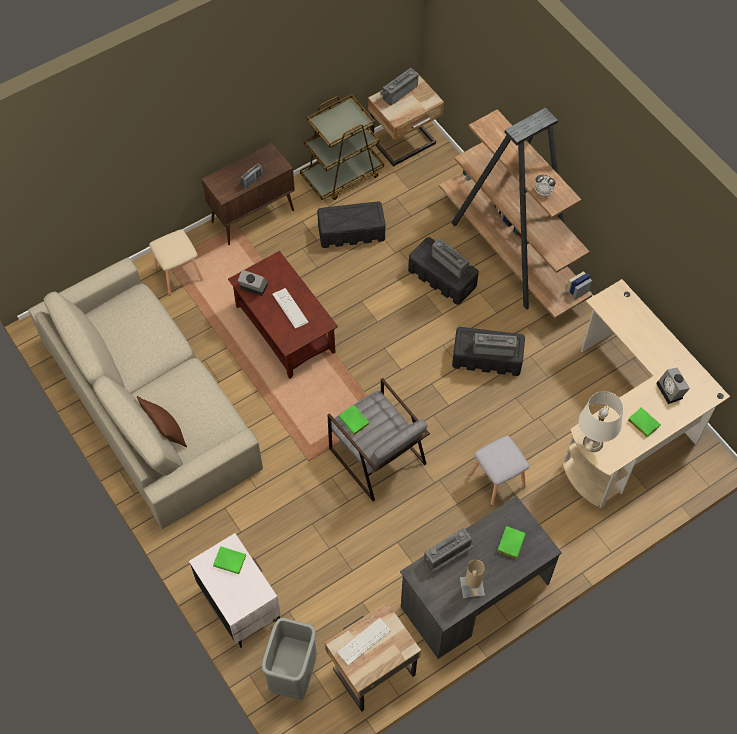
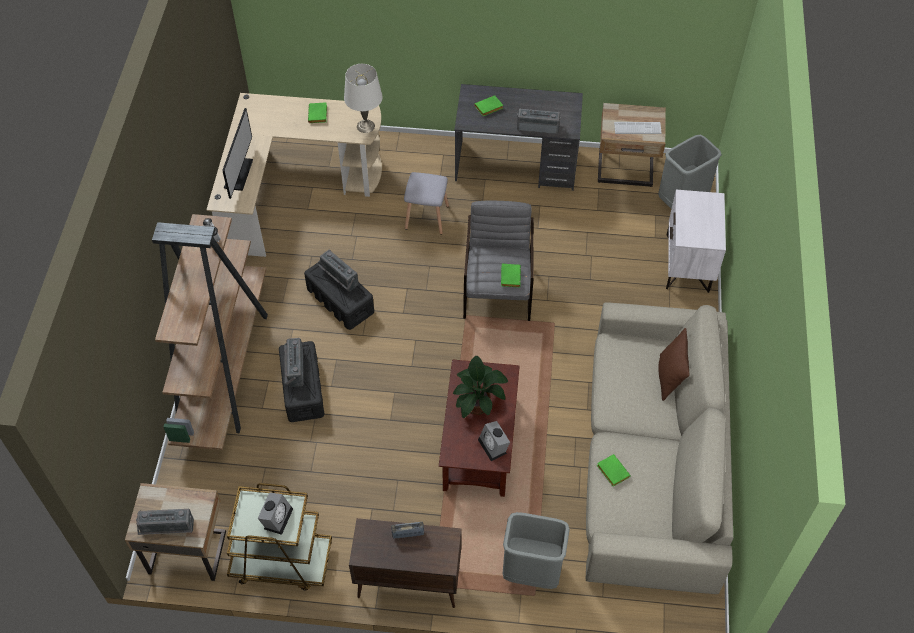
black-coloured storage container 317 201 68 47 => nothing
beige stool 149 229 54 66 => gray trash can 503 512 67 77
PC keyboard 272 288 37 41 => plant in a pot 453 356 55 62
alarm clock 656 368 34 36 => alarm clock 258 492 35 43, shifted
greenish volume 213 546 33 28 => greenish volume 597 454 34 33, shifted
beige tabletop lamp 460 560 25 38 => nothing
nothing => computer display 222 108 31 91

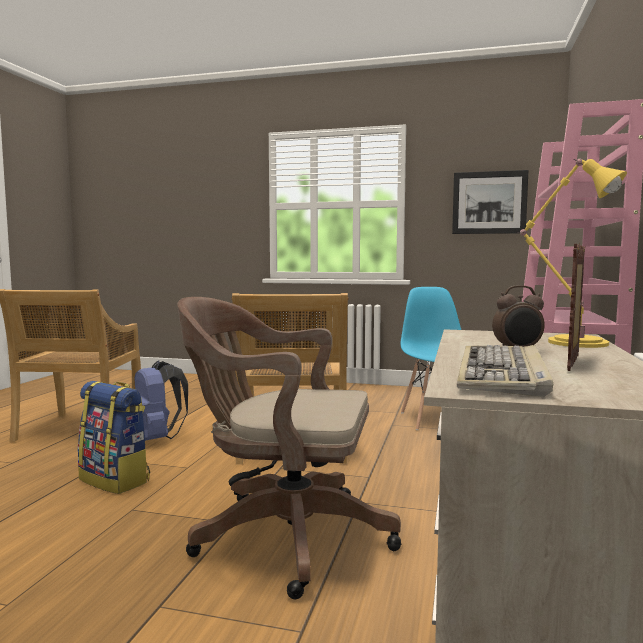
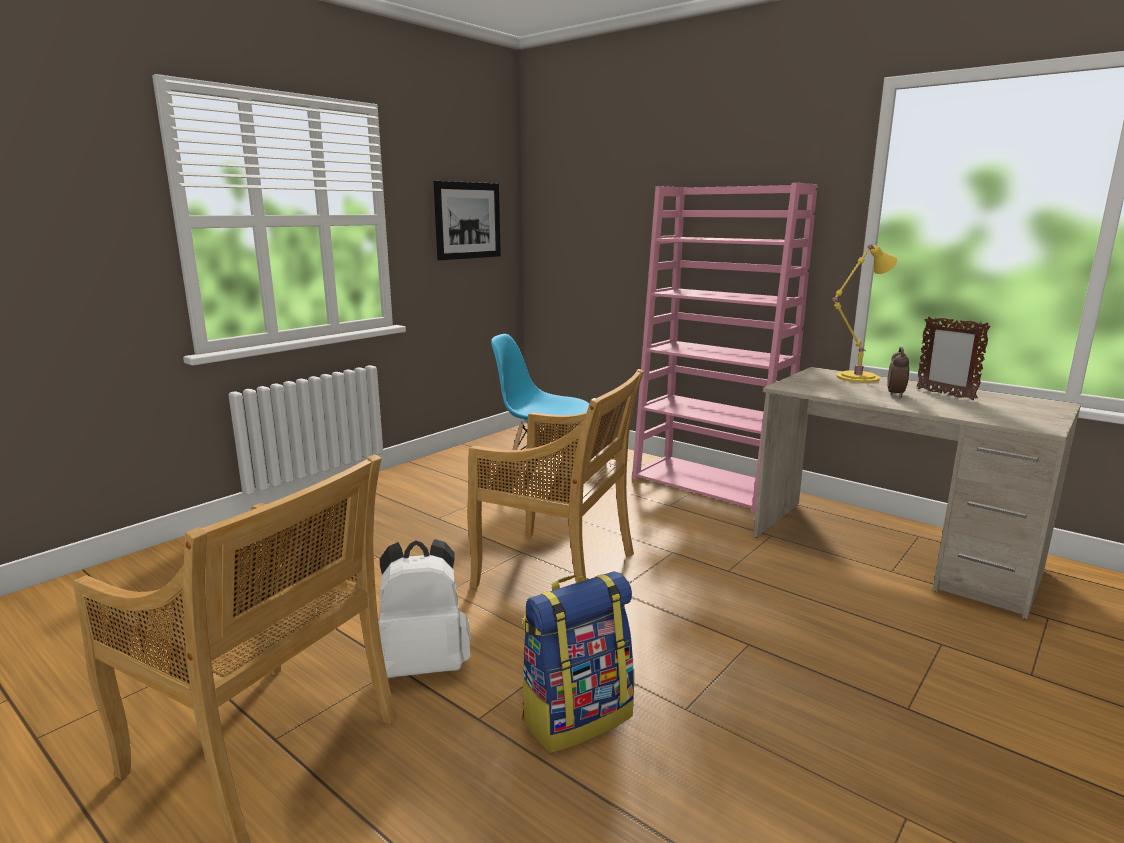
brownish computer chair 177 297 224 302 => nothing
PC keyboard 457 345 96 52 => nothing
bluish rucksack 134 360 54 81 => white rucksack 378 539 93 139

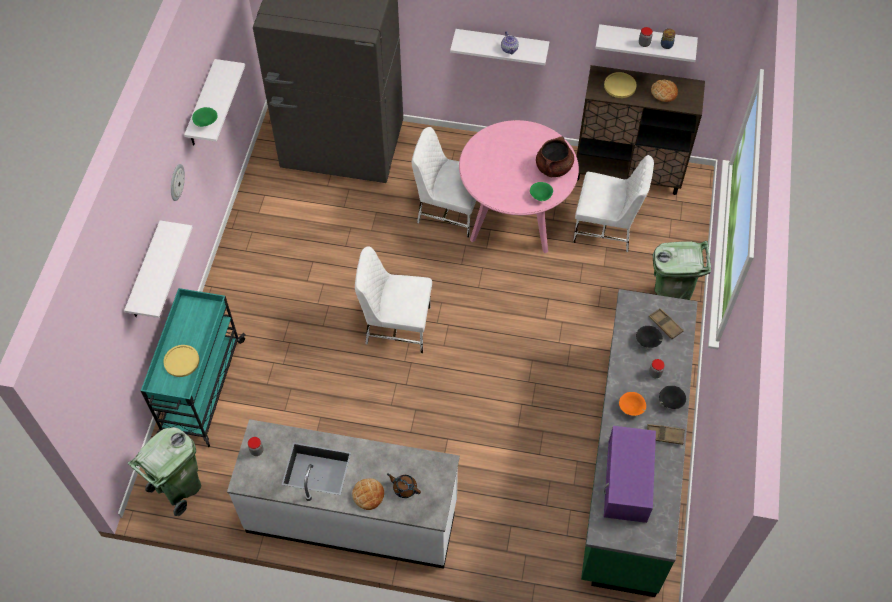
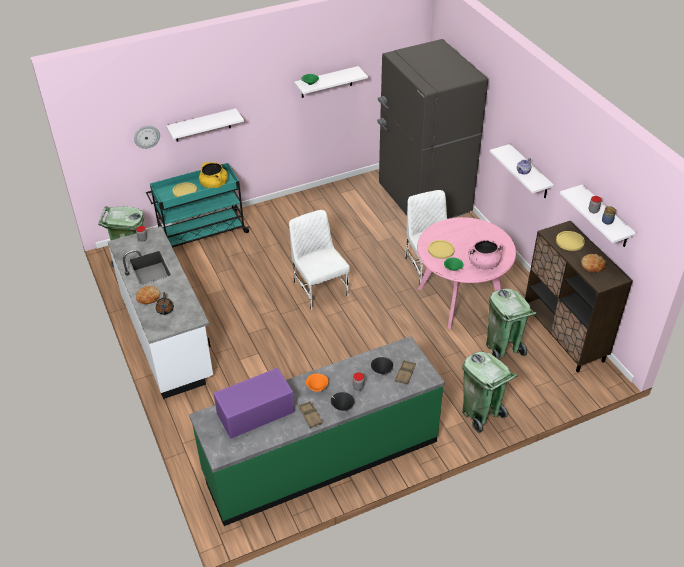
brownish cooking pot 536 137 38 40 => pinkish cooking pot 468 240 35 30
white plain chair 573 155 81 97 => greenish trash can 486 288 51 72
clock on the wall 171 164 14 37 => clock on the wall 134 126 26 23, shifted
nothing => yellow-coloured cooking pot 199 162 29 26
nothing => yellow-coloured dinner plate 428 240 27 19

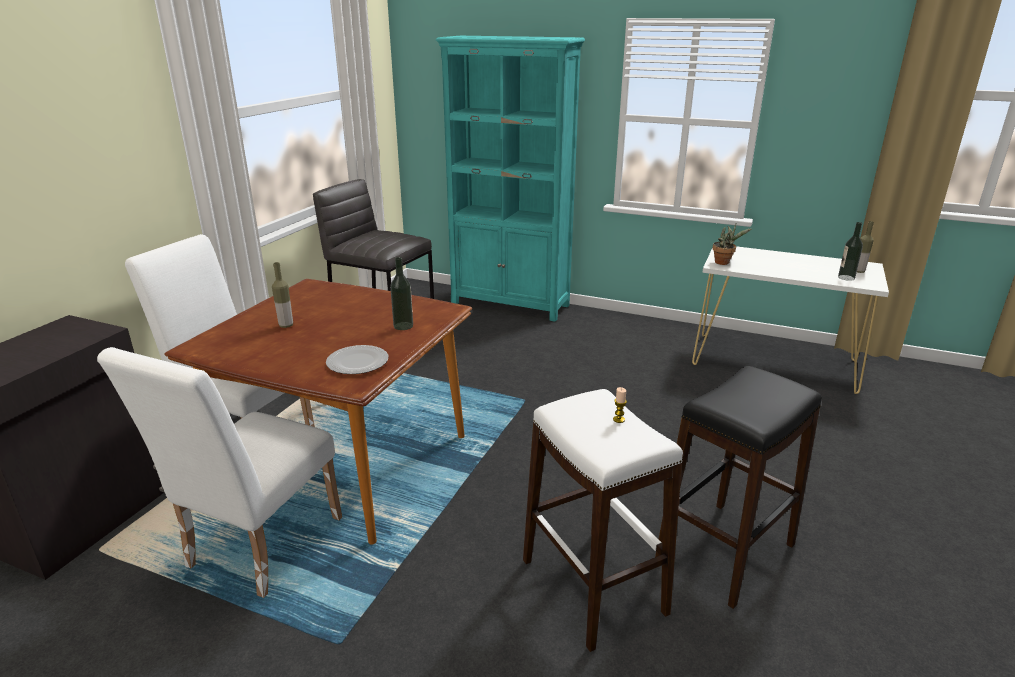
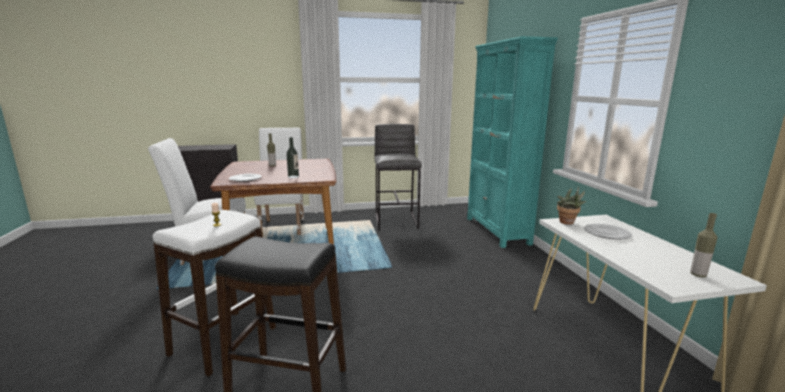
bottle 838 222 25 59 => nothing
nothing => dinner plate 584 224 48 15

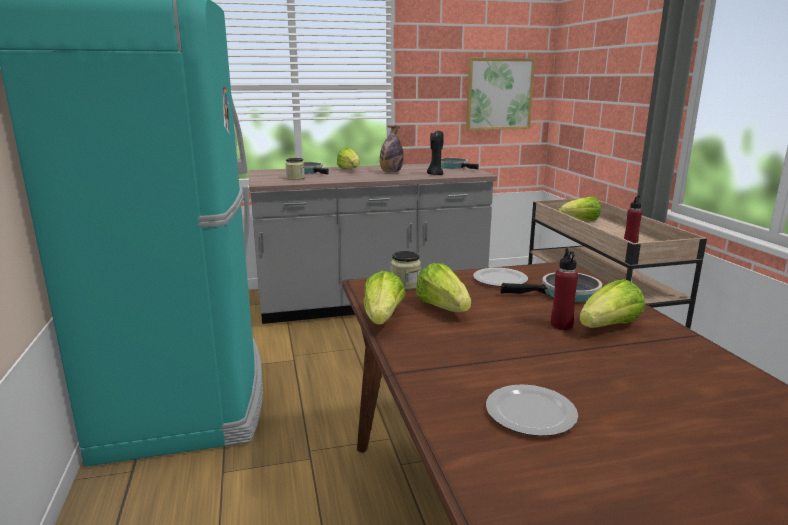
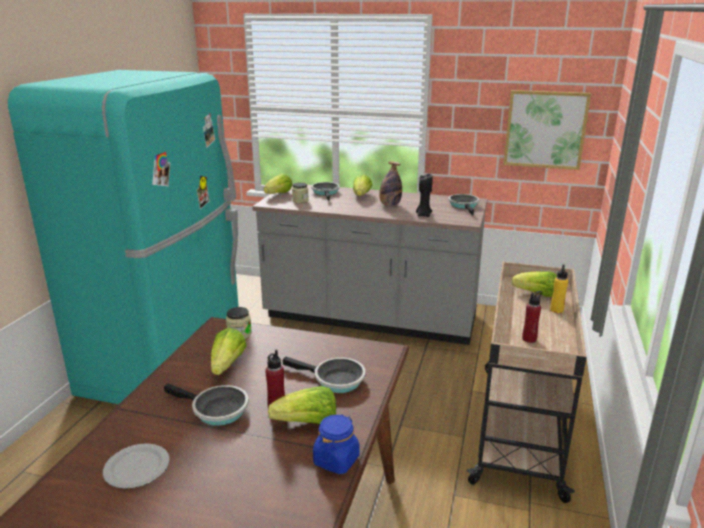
dinner plate 473 268 55 19 => nothing
lettuce 363 271 43 53 => lettuce 264 173 29 21, shifted
nothing => yellow-coloured bottle 550 264 18 49
nothing => skillet 164 383 85 43
nothing => bluish jar 313 414 47 60

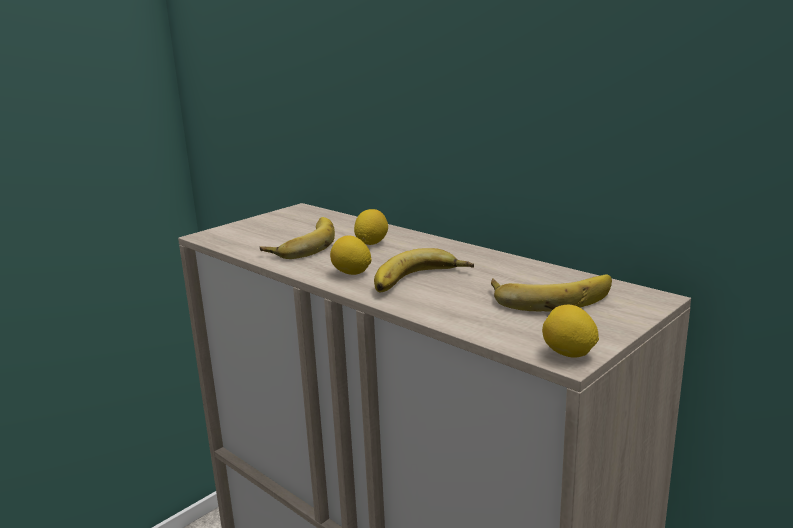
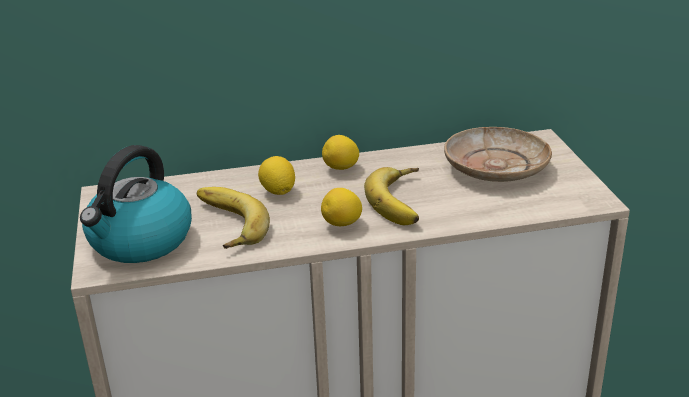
banana fruit 491 274 121 38 => beige dinner plate 444 127 108 55
lemon 542 304 57 53 => lemon 322 135 37 35, shifted
nothing => tea kettle 80 145 112 118

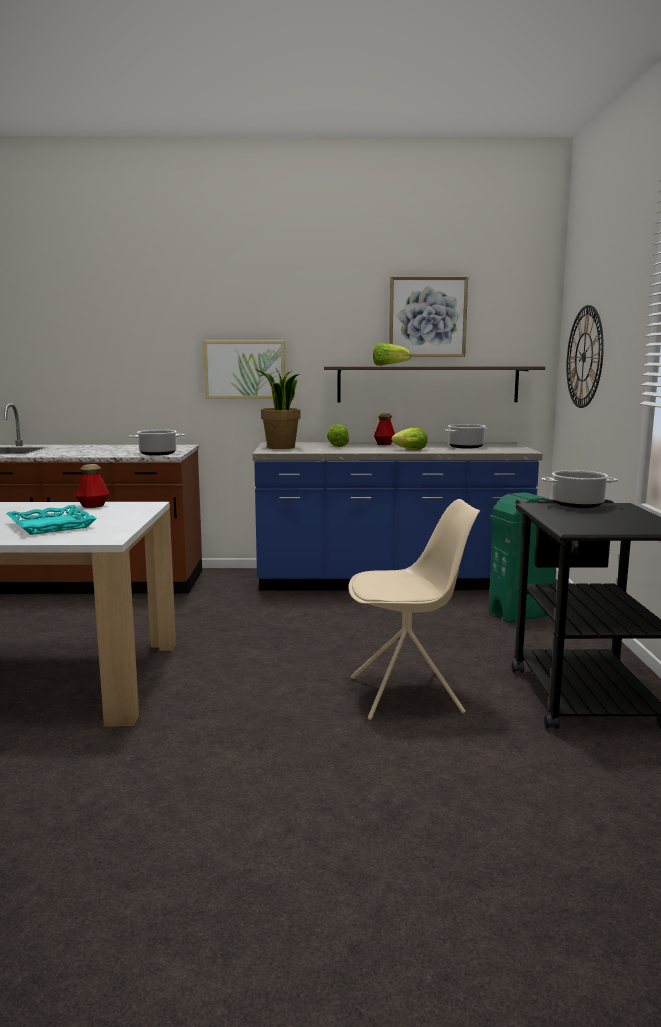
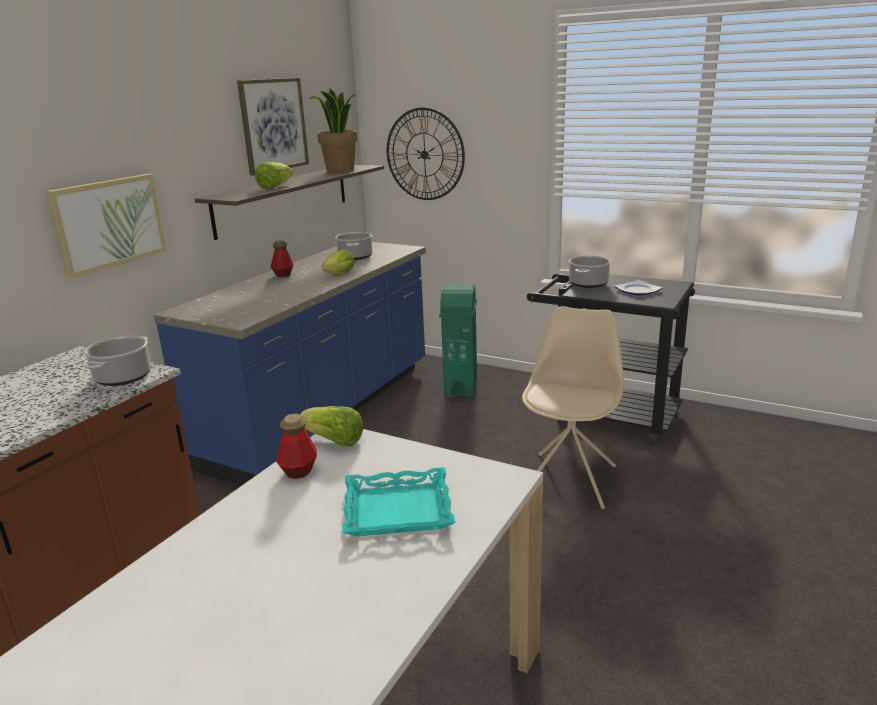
plant in a pot 255 367 45 82 => plant in a pot 309 89 48 84, shifted
lettuce 327 424 22 23 => lettuce 300 406 63 41, shifted
nothing => dinner plate 614 280 49 15

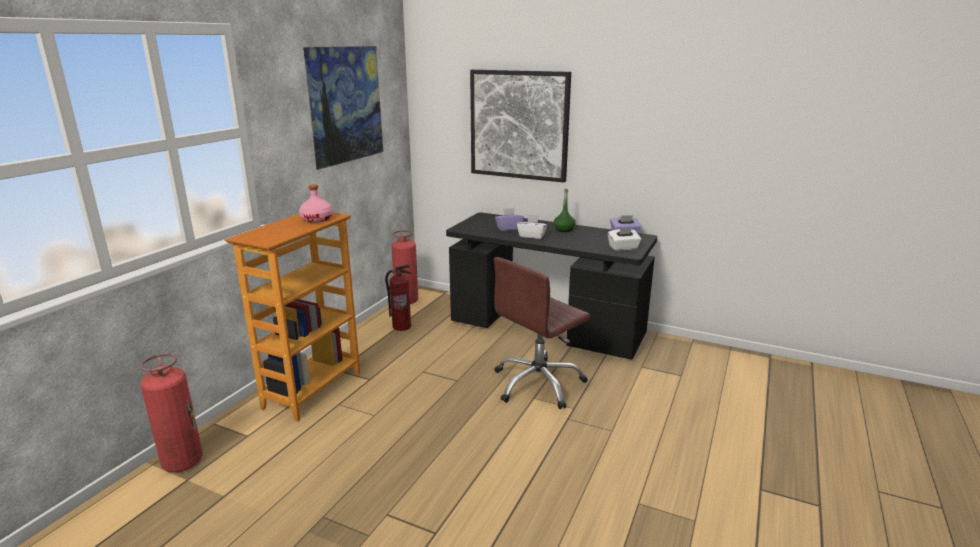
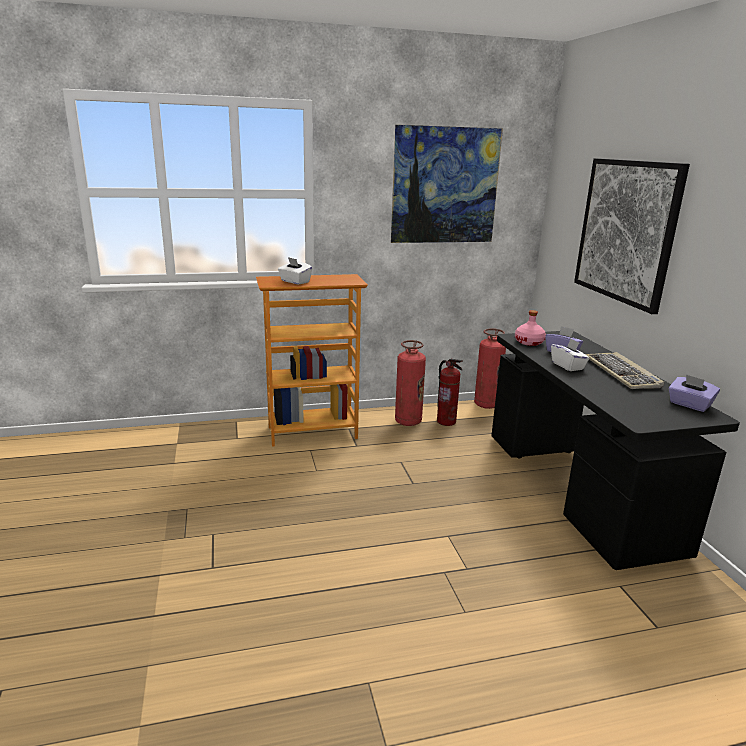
pinkish bottle 299 184 34 38 => pinkish bottle 515 310 31 36, shifted
greenish bottle 554 189 22 43 => PC keyboard 585 352 79 37
white box of tissues 608 227 33 24 => white box of tissues 278 257 34 27, shifted
brownish computer chair 494 257 96 152 => nothing
extinguisher 140 354 63 118 => extinguisher 395 340 31 86, shifted

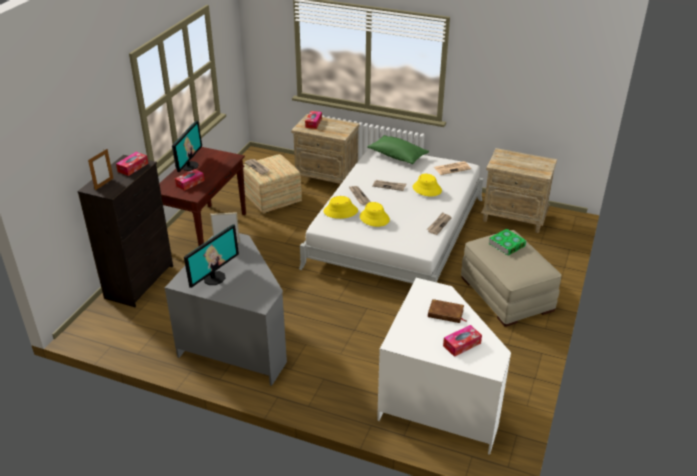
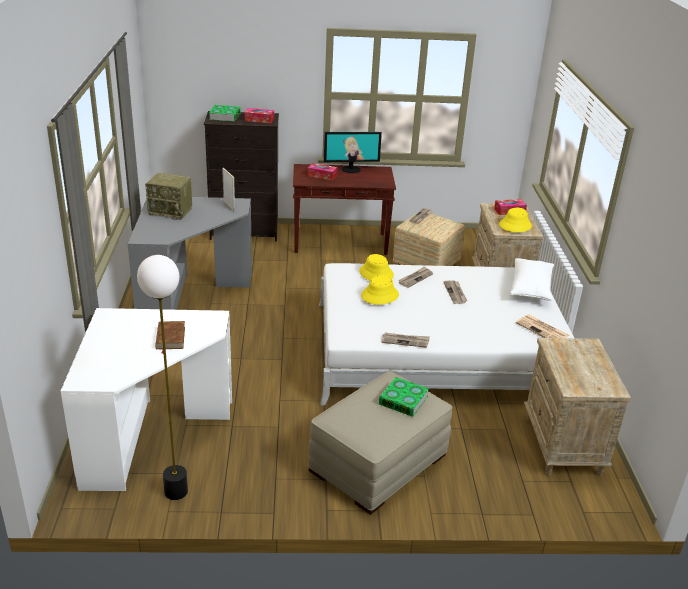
greenish cushion 367 135 62 29 => white cushion 510 258 44 43
standing frame 88 149 26 41 => volume 209 105 32 17
yellow-coloured clothing hat 413 174 29 23 => yellow-coloured clothing hat 499 208 33 24, shifted
computer display 184 224 55 64 => radio 145 173 47 47
box of tissues 443 325 39 32 => nothing
nothing => standing lamp 137 255 51 245

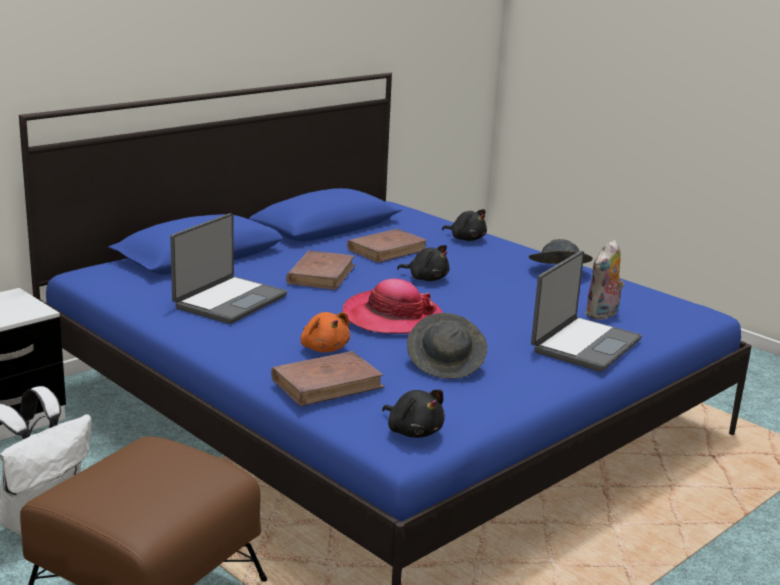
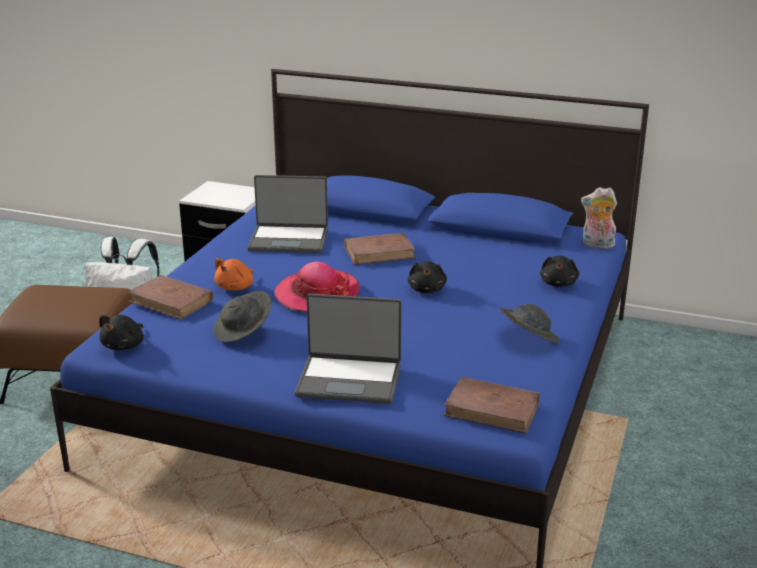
brownish volume 347 229 81 34 => brownish volume 444 377 96 57, shifted
plush toy 585 240 39 80 => plush toy 581 187 36 62, shifted

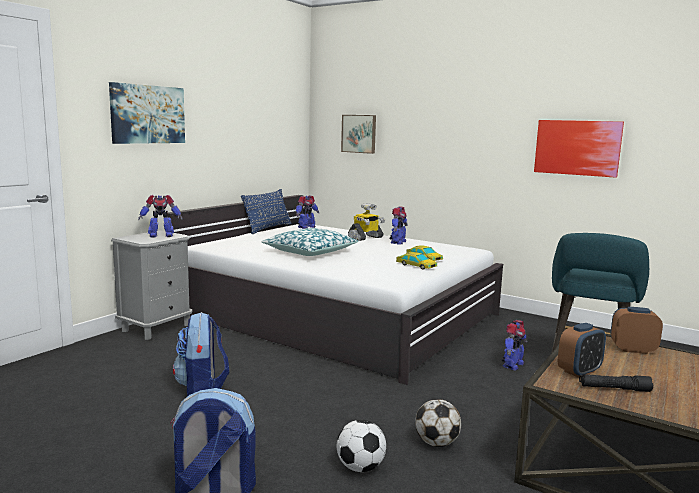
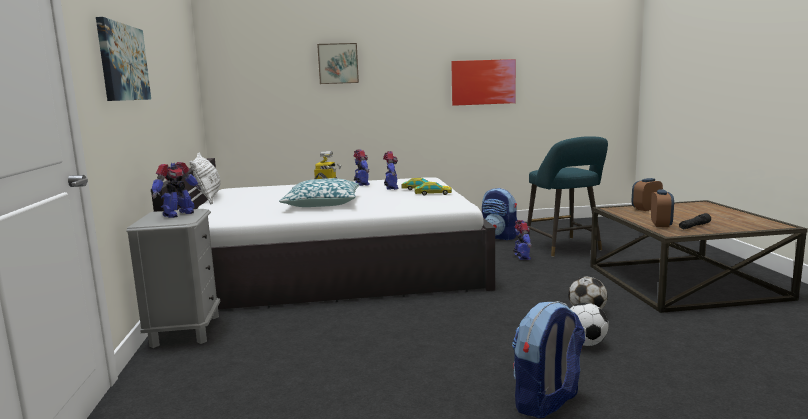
wall picture 341 115 35 39 => wall picture 317 43 42 41, shifted
bluish cushion 241 189 51 45 => white cushion 189 153 32 51
toy robot 296 195 23 34 => toy robot 383 151 15 39, shifted
rucksack 173 312 56 84 => rucksack 482 188 35 52, shifted

